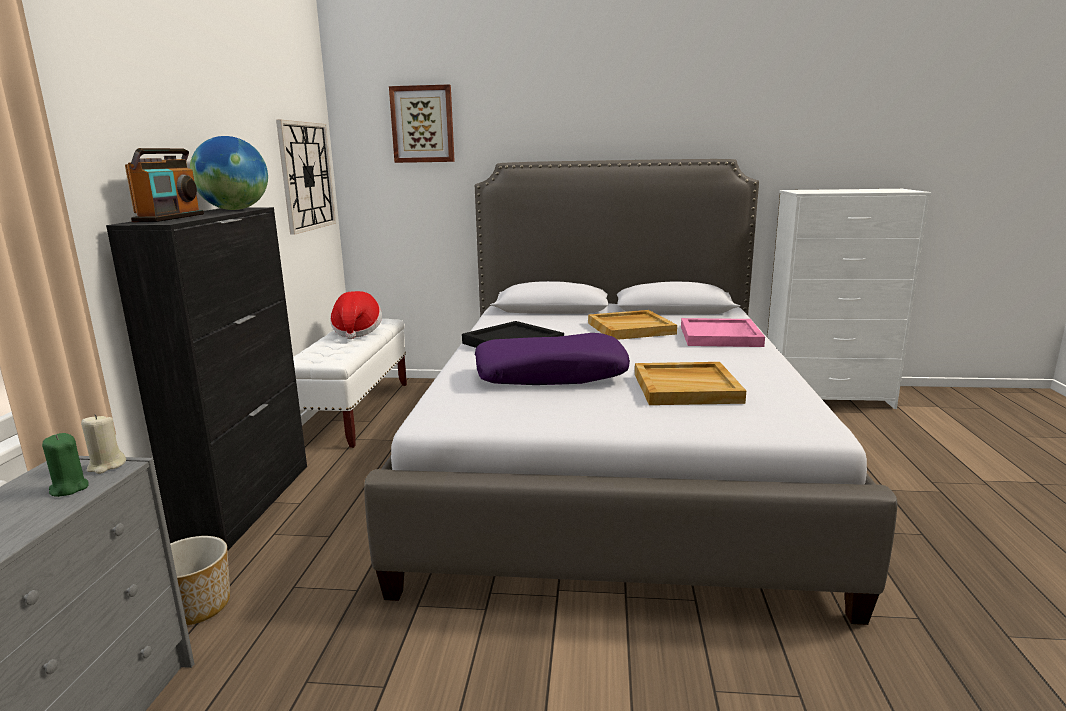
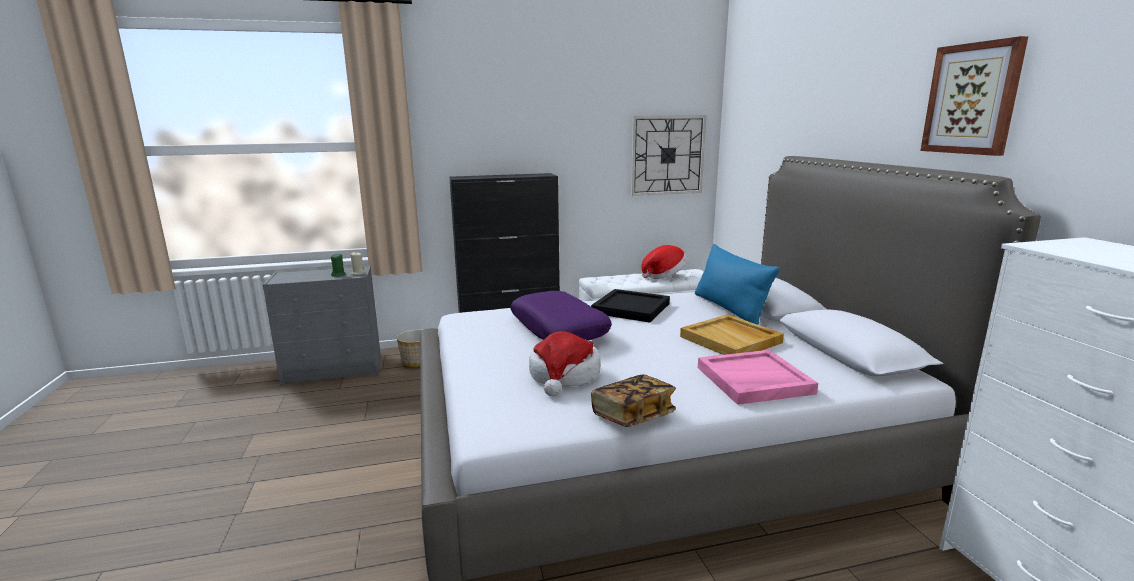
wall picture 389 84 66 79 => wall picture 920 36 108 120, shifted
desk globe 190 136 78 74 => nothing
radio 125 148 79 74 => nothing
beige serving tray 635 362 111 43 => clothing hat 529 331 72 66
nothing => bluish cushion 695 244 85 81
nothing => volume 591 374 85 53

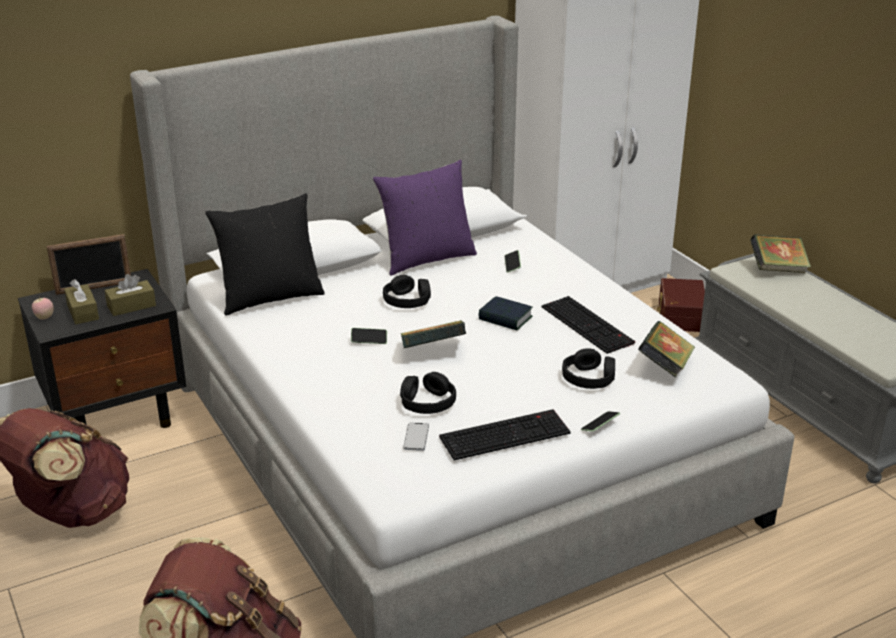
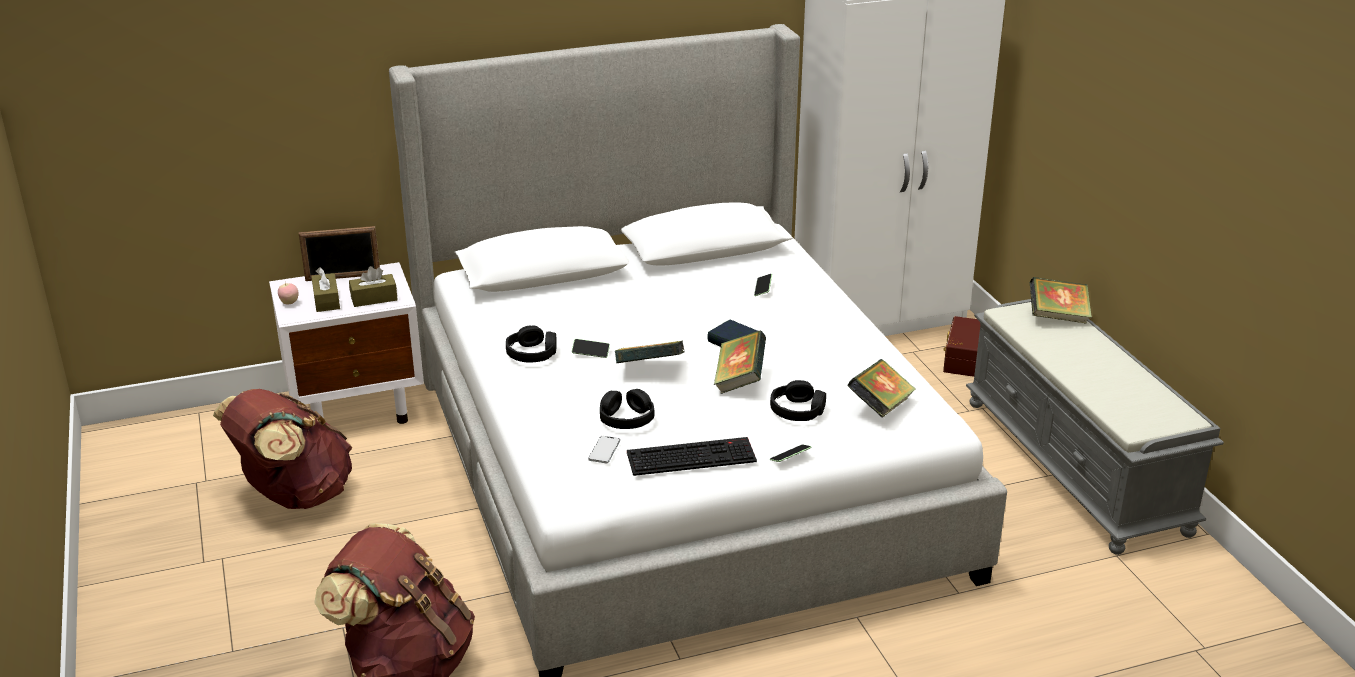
purple-coloured cushion 373 160 104 115 => nothing
black-coloured cushion 205 193 120 122 => nothing
black-coloured bedside table 18 269 168 159 => white bedside table 269 262 155 162
black-coloured headset 383 275 48 33 => black-coloured headset 506 326 51 37, shifted
PC keyboard 542 296 93 58 => nothing
nothing => volume 714 331 52 63

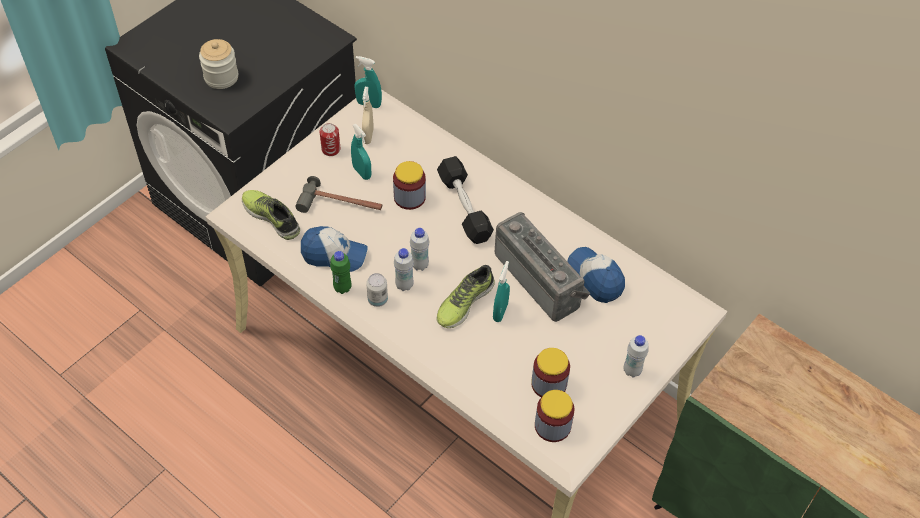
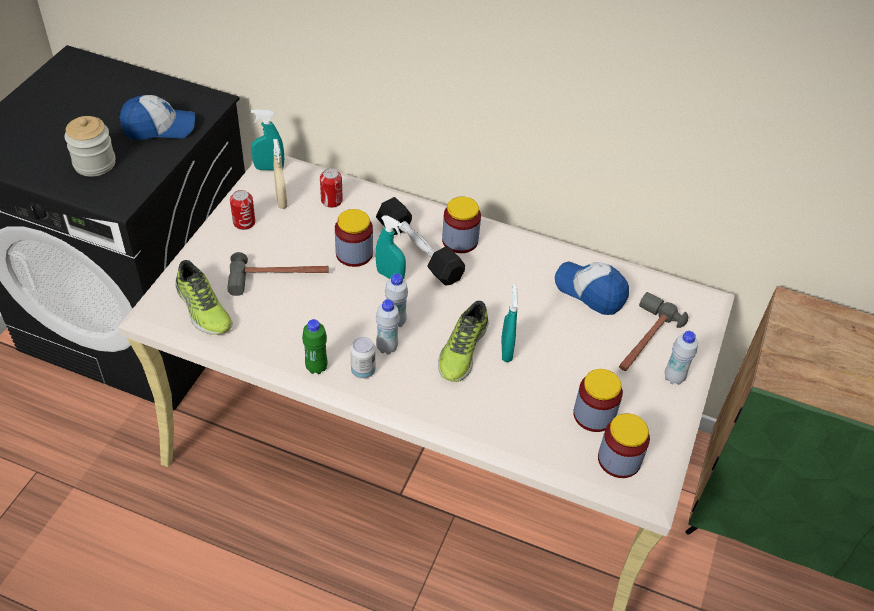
turquoise-coloured spray bottle 351 124 20 56 => turquoise-coloured spray bottle 375 215 31 64, shifted
item of footwear 242 190 58 50 => item of footwear 176 260 56 75, 150 degrees counterclockwise
radio 495 212 96 110 => nothing
cap 301 226 67 46 => cap 120 95 75 45, shifted
nothing => metal can 320 168 23 40
nothing => jar 442 197 39 56
nothing => hand hammer 619 292 69 79

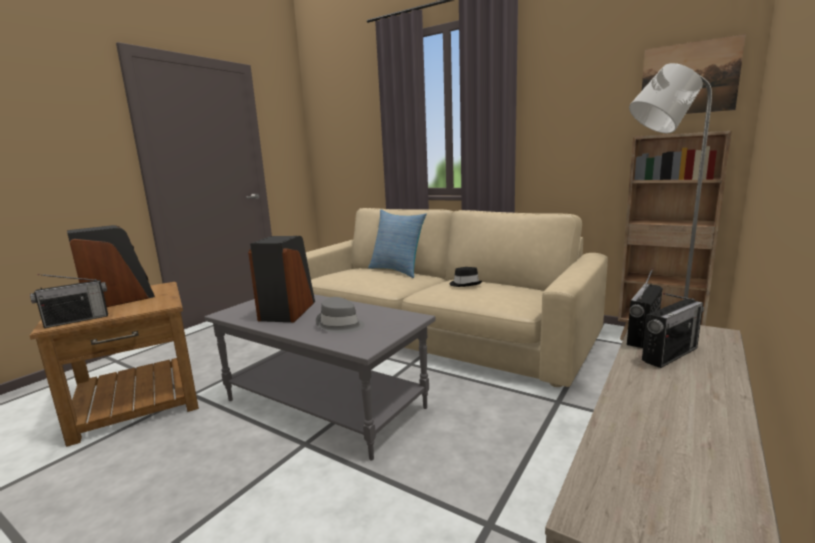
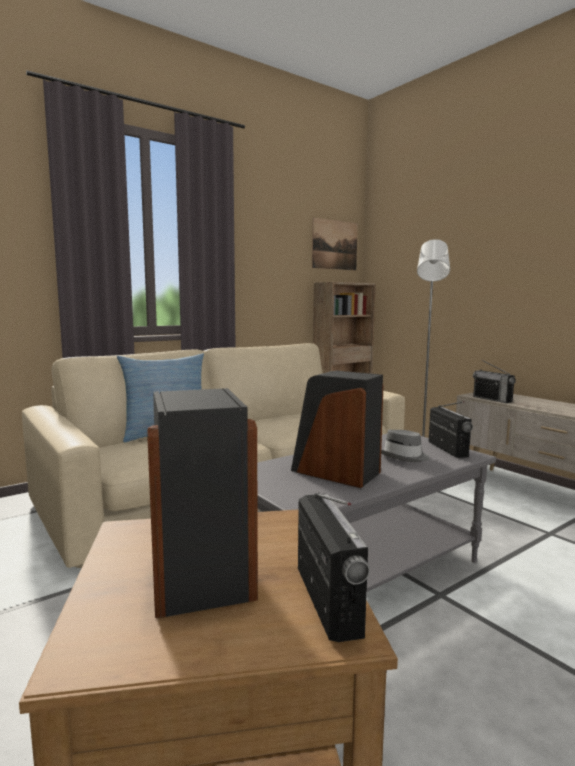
black-coloured clothing hat 450 267 32 20 => nothing
radio 642 293 62 75 => radio 429 401 44 57, shifted

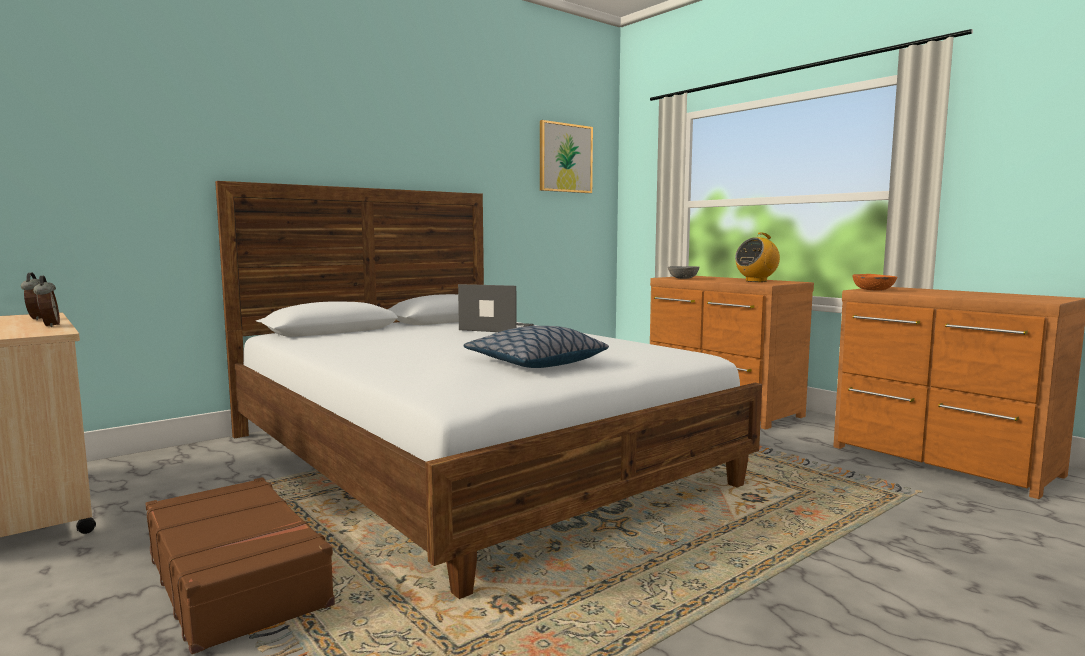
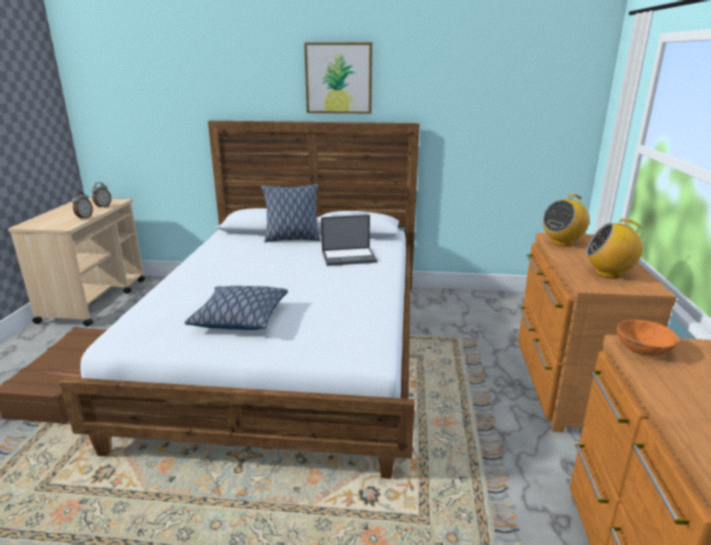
wall picture 540 120 53 73 => wall picture 304 42 68 72, shifted
gray bowl 668 266 31 13 => radio 543 194 46 52
notebook computer 458 284 76 48 => notebook computer 321 215 56 51, 105 degrees clockwise
nothing => cushion 261 184 59 59

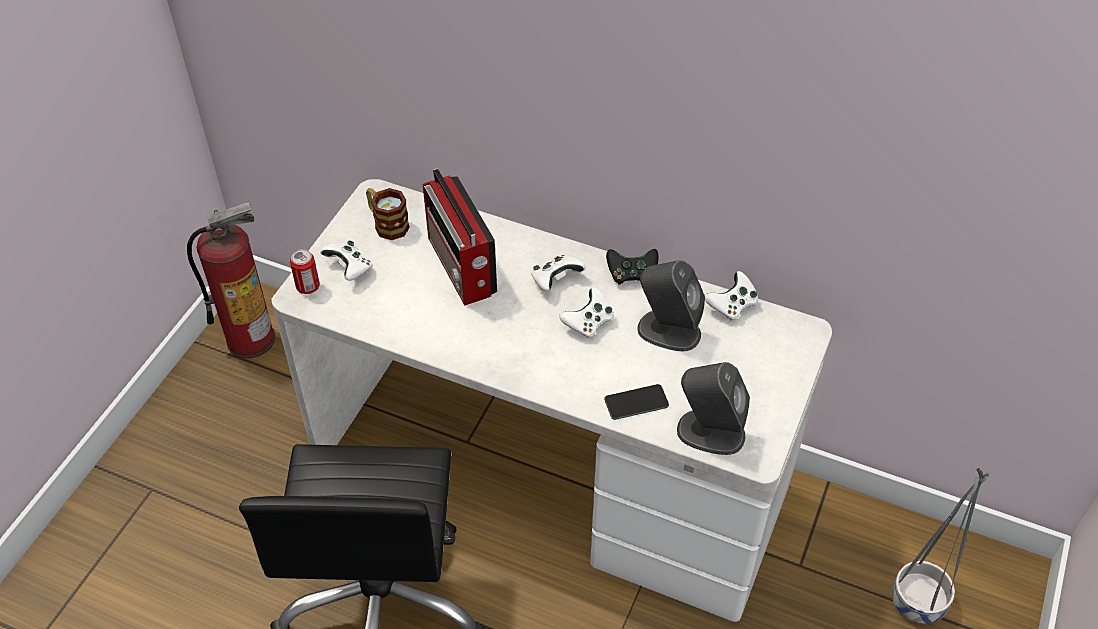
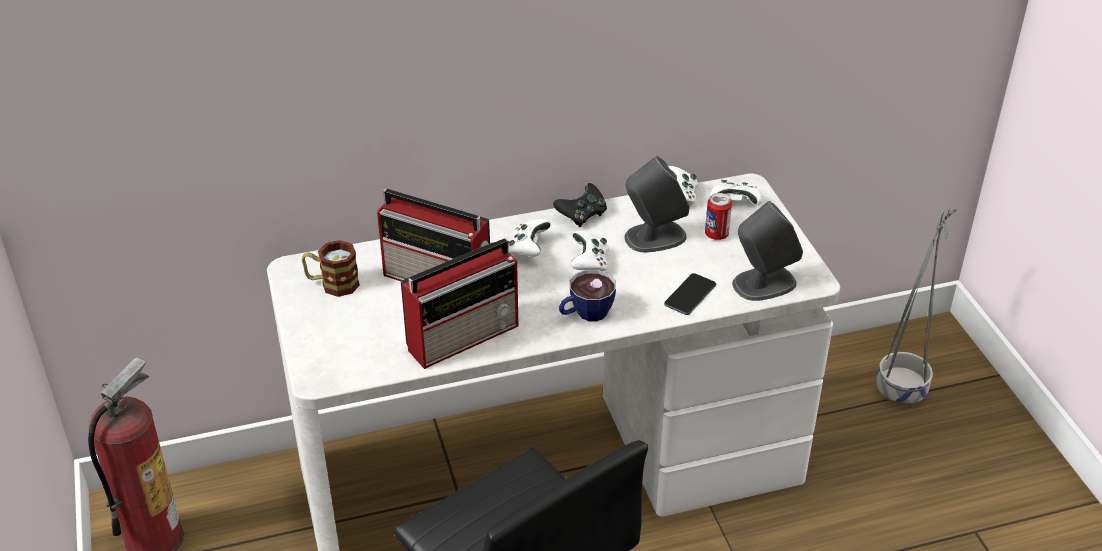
white game controller 320 241 53 40 => white game controller 710 180 52 25, shifted
metal can 290 249 30 45 => metal can 705 193 27 47, shifted
nothing => radio 401 238 118 131
nothing => cup 559 270 57 52

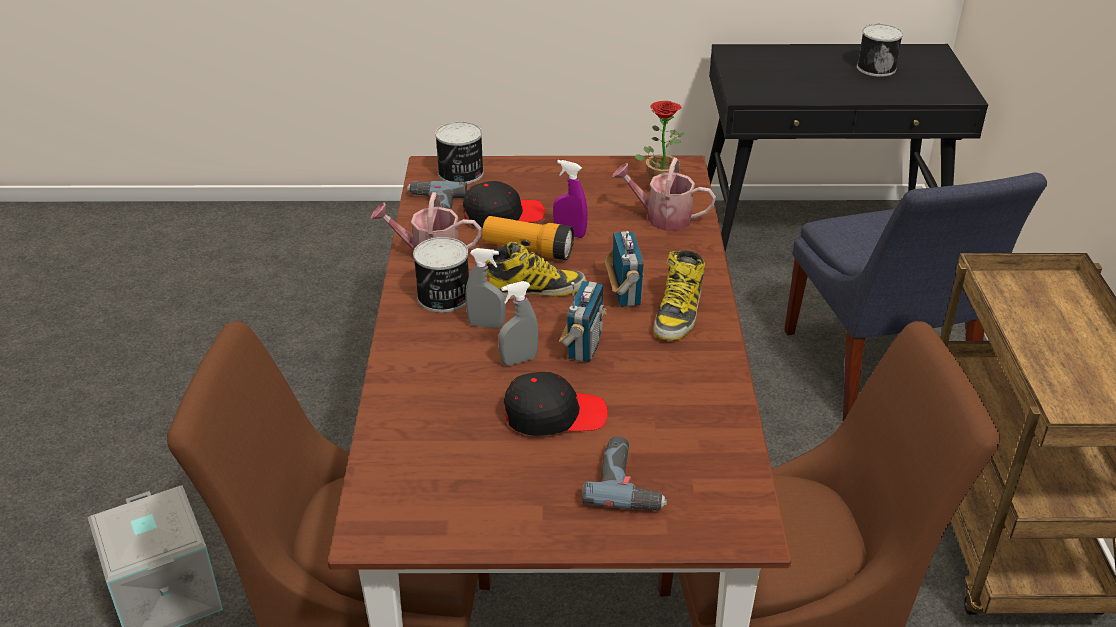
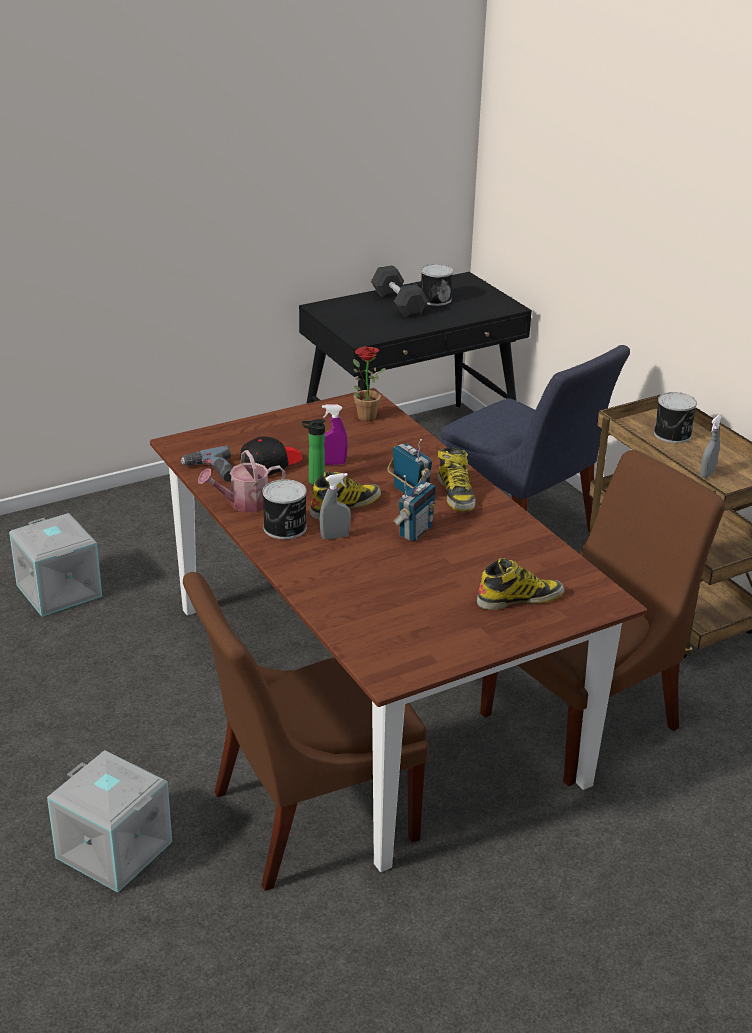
metal can 435 121 49 63 => metal can 654 392 43 51, shifted
watering pot 612 158 104 73 => nothing
torch 482 216 92 44 => bottle 302 419 23 66
gray spray bottle 498 281 40 85 => gray spray bottle 700 415 22 63, shifted
radio 559 281 48 81 => radio 393 475 43 67, 45 degrees clockwise
black-coloured cap 504 372 104 64 => nothing
electric drill 582 436 85 74 => boot 477 558 87 52
nothing => gray dumbbell 371 265 57 52
nothing => gray storage container 9 513 93 104

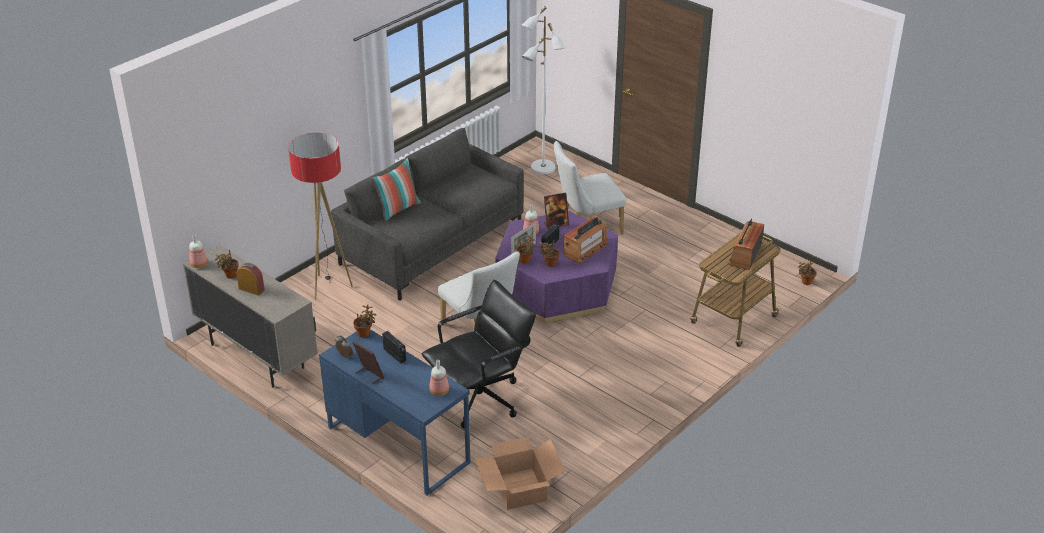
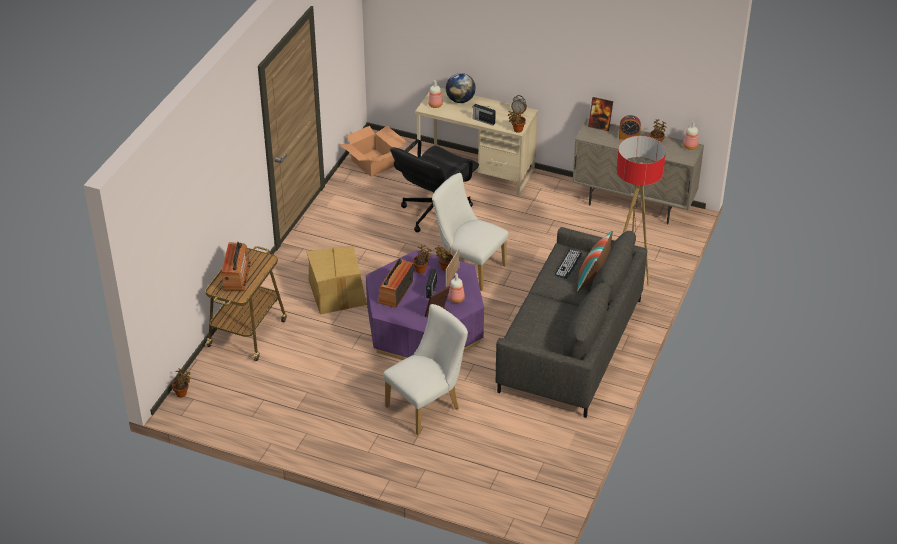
white standing lamp 522 6 43 168 => nothing
bluish desk table 319 329 151 167 => beige desk table 415 88 123 108
standing frame 352 341 32 43 => standing frame 588 97 25 34, shifted
nothing => desk globe 446 73 30 30
nothing => cardboard box 306 246 61 69
nothing => PC keyboard 555 250 27 29

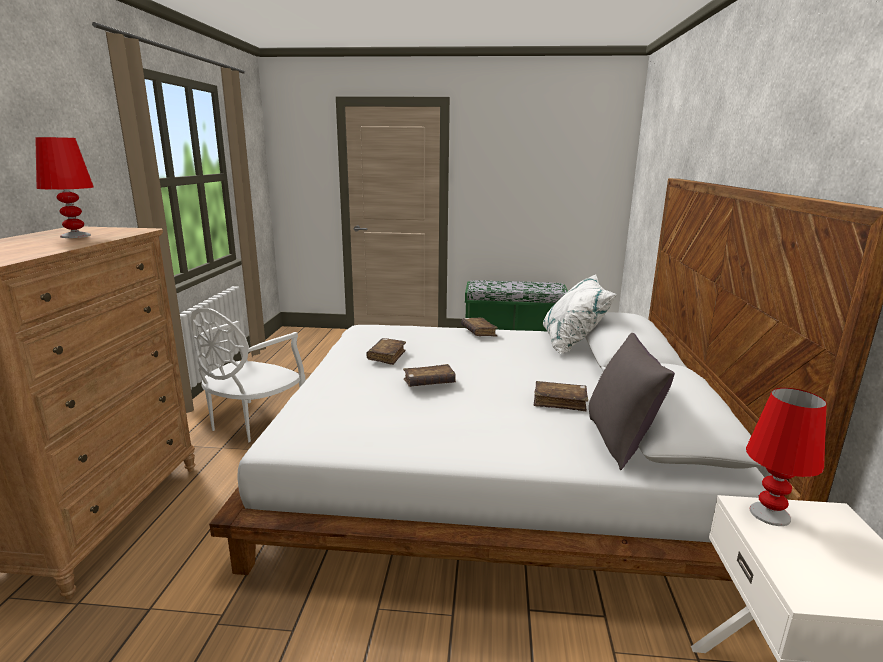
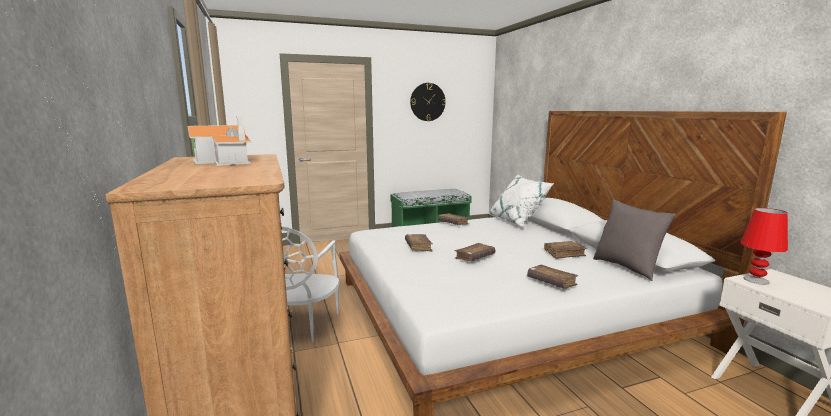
red-coloured tabletop lamp 35 137 59 101 => model house 188 117 64 49
nothing => clock on the wall 410 83 36 38
nothing => brownish volume 527 265 51 24

